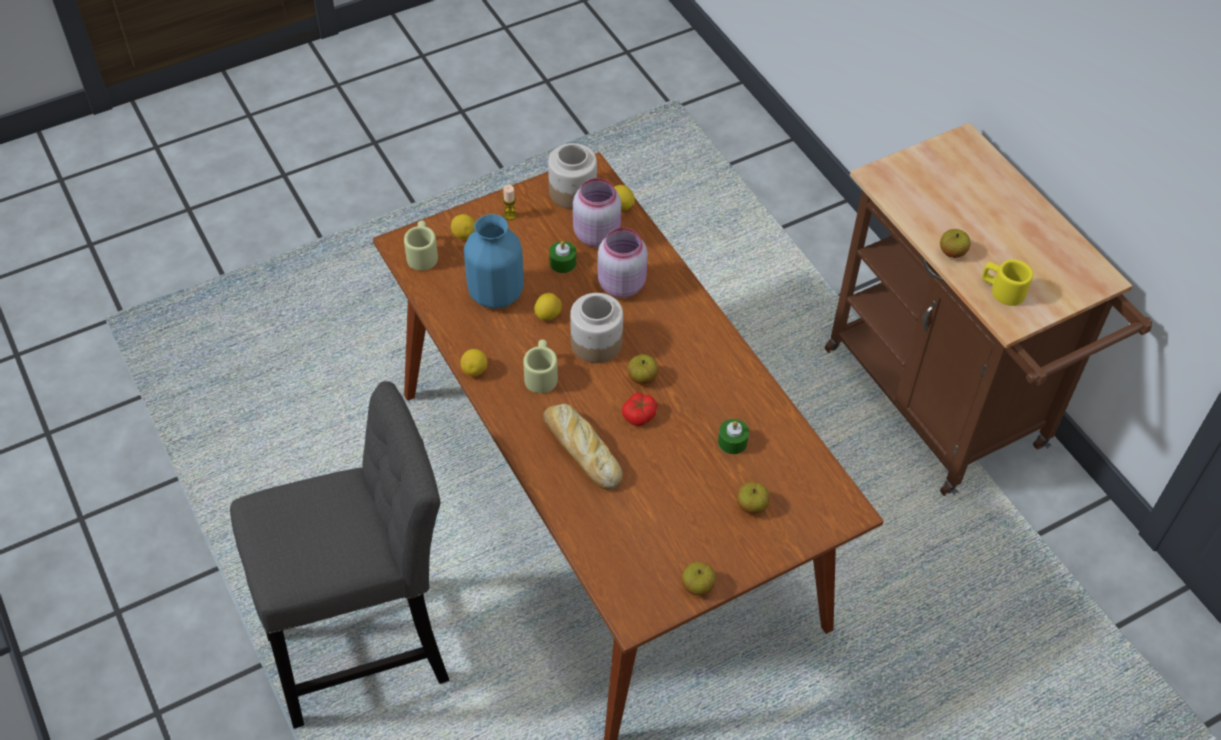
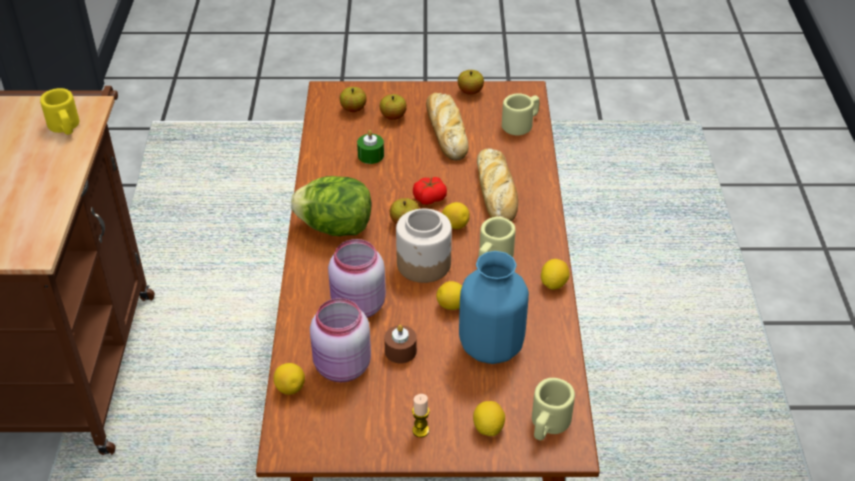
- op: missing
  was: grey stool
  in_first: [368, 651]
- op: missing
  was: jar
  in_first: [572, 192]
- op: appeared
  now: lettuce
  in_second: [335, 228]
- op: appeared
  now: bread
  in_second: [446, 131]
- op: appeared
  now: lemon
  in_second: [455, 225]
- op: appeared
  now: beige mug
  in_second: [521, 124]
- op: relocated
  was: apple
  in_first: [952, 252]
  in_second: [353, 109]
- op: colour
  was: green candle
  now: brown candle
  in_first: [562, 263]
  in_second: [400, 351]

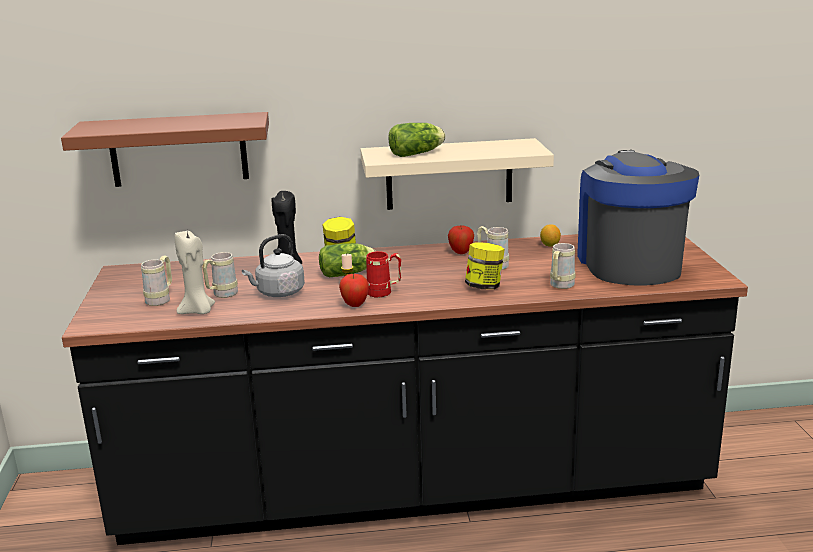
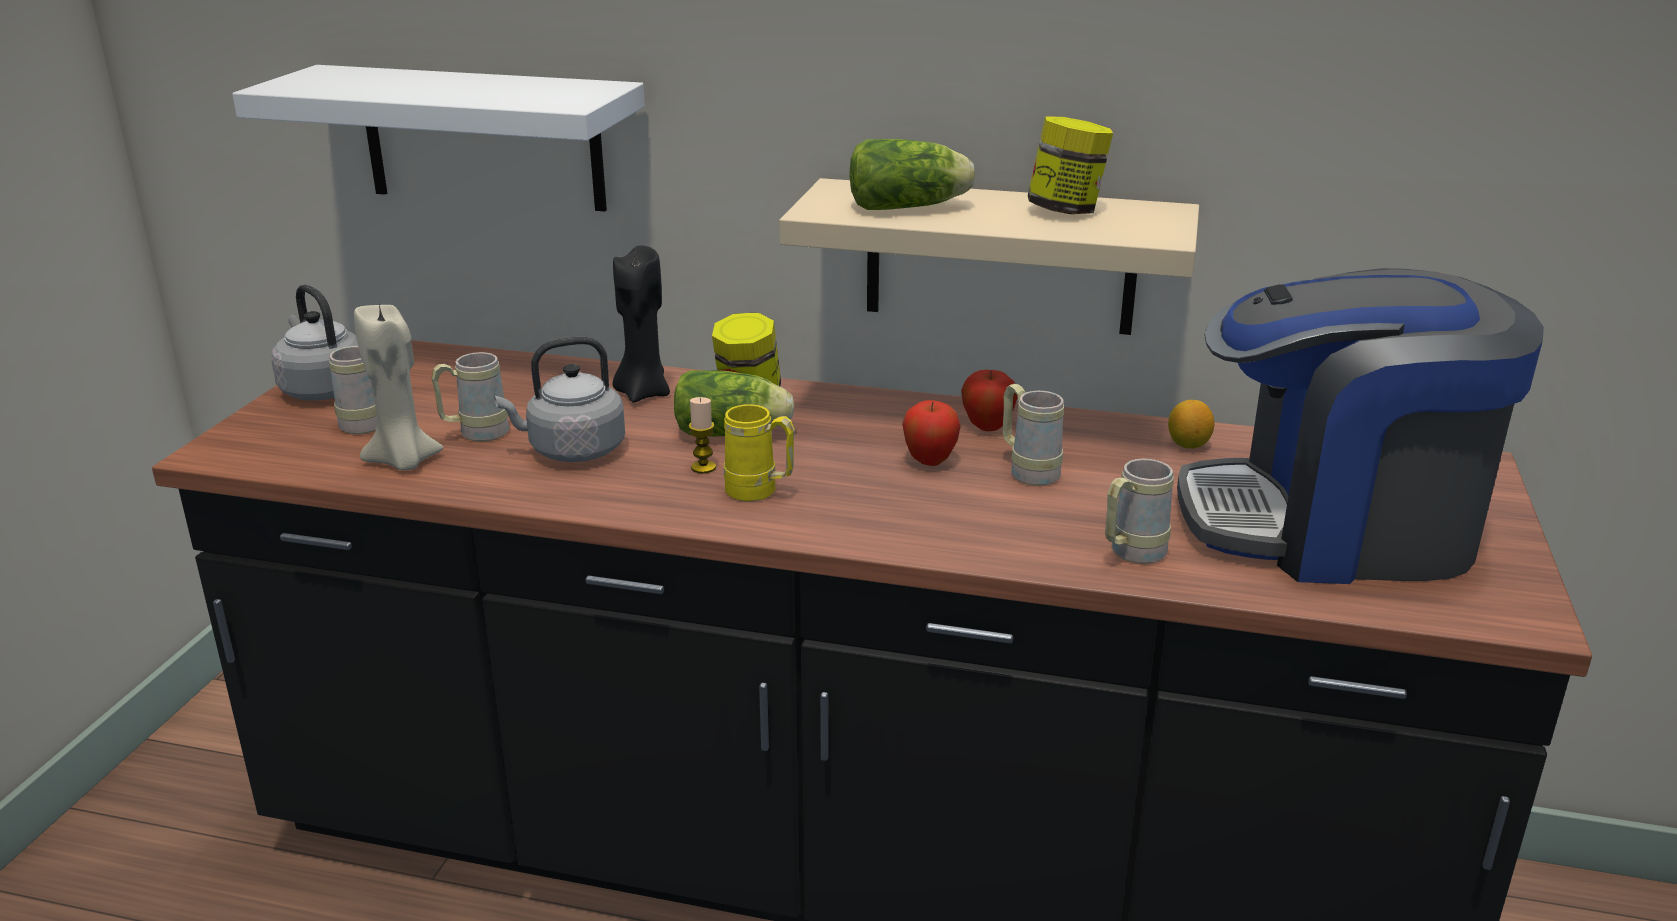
- op: appeared
  now: grey kettle
  in_second: [322, 389]
- op: relocated
  was: apple
  in_first: [355, 305]
  in_second: [930, 462]
- op: relocated
  was: jar
  in_first: [484, 286]
  in_second: [1066, 210]
- op: colour
  was: brown shelf
  now: white shelf
  in_first: [178, 149]
  in_second: [482, 138]
- op: colour
  was: red mug
  now: yellow mug
  in_first: [384, 293]
  in_second: [760, 493]
- op: spun
  was: coffee machine
  in_first: [629, 263]
  in_second: [1334, 527]
  clockwise: -105

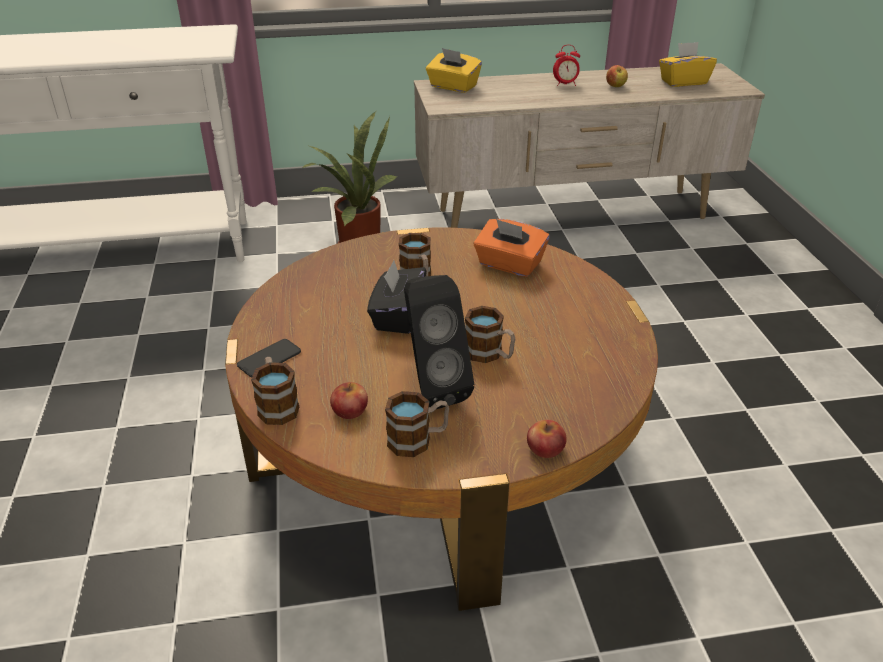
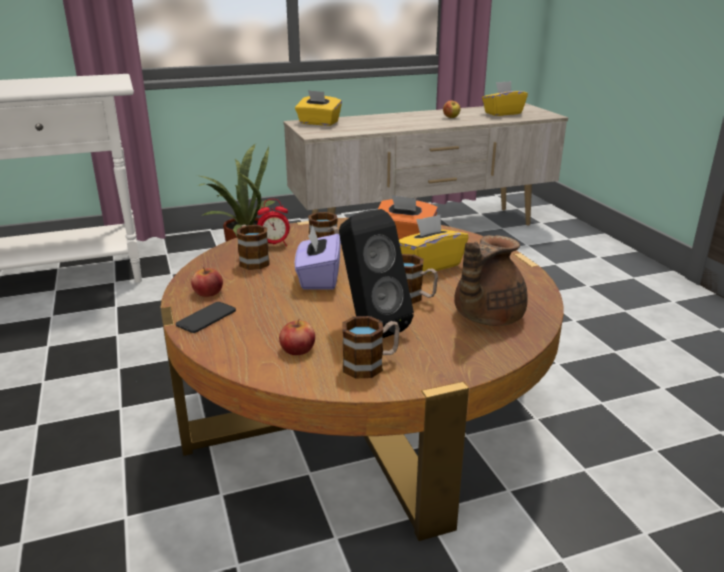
- op: appeared
  now: yellow tissue box
  in_second: [429, 265]
- op: appeared
  now: brown teapot
  in_second: [485, 316]
- op: relocated
  was: mug
  in_first: [277, 405]
  in_second: [252, 260]
- op: relocated
  was: apple
  in_first: [545, 448]
  in_second: [208, 292]
- op: relocated
  was: alarm clock
  in_first: [565, 84]
  in_second: [274, 244]
- op: colour
  was: black tissue box
  now: purple tissue box
  in_first: [398, 316]
  in_second: [318, 278]

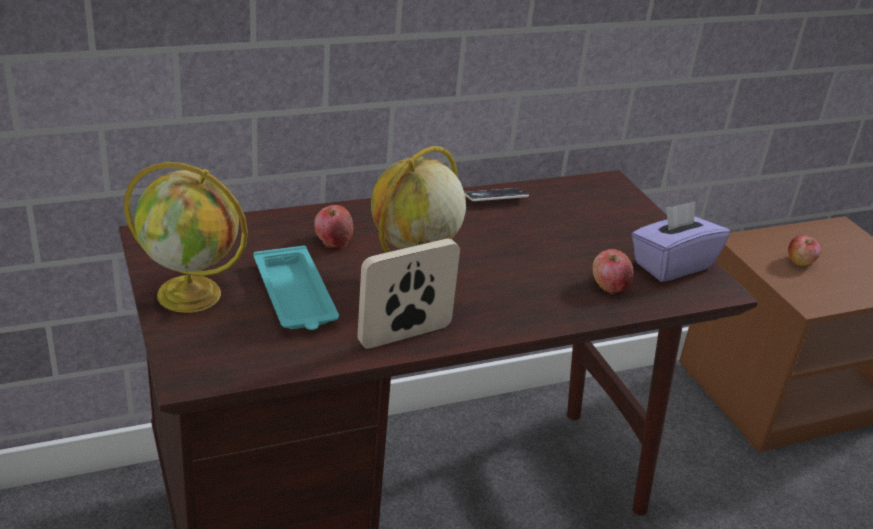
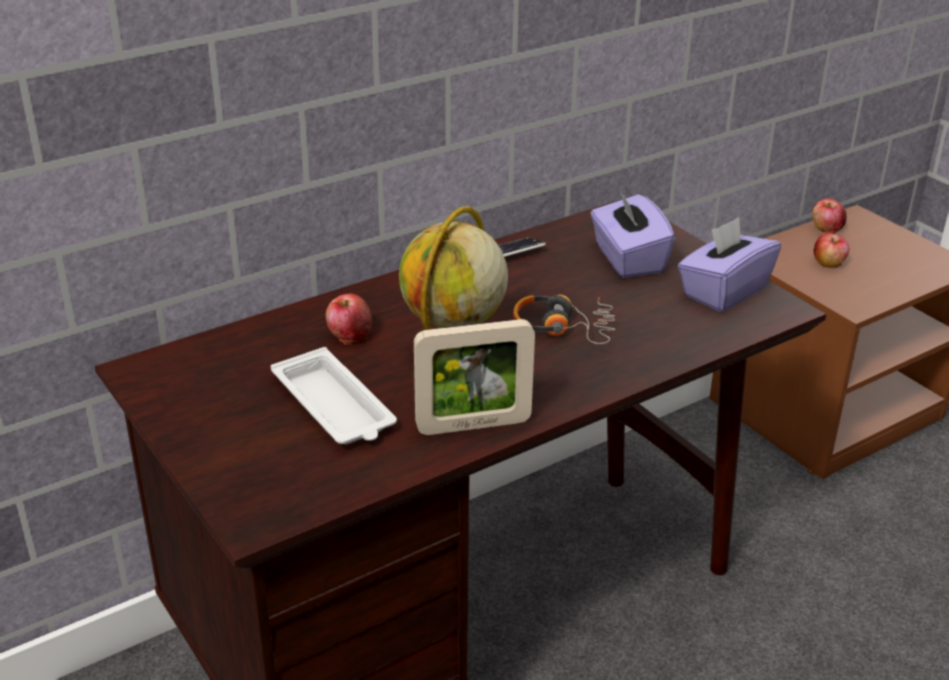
- op: missing
  was: globe
  in_first: [191, 294]
- op: appeared
  now: headphones
  in_second: [563, 327]
- op: appeared
  now: purple tissue box
  in_second: [627, 259]
- op: relocated
  was: apple
  in_first: [609, 285]
  in_second: [826, 228]
- op: colour
  was: turquoise tray
  now: white tray
  in_first: [295, 296]
  in_second: [334, 407]
- op: spun
  was: picture frame
  in_first: [404, 335]
  in_second: [473, 425]
  clockwise: -150

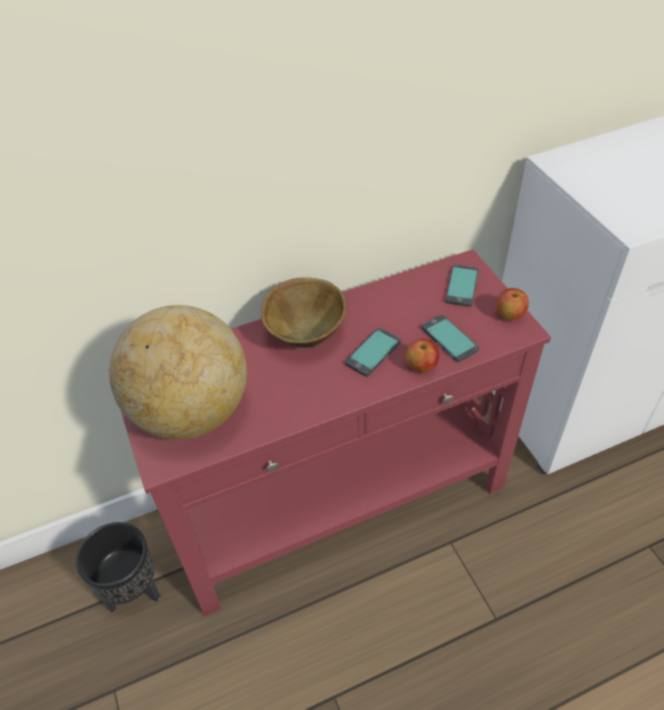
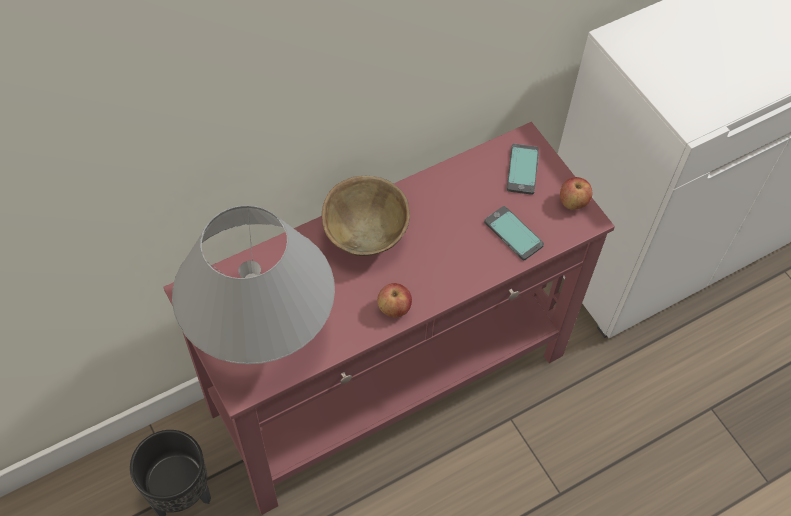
- op: missing
  was: phone
  in_first: [373, 353]
- op: relocated
  was: apple
  in_first: [421, 366]
  in_second: [394, 308]
- op: exchanged
  was: globe
  now: grey table lamp
  in_first: [191, 412]
  in_second: [261, 331]

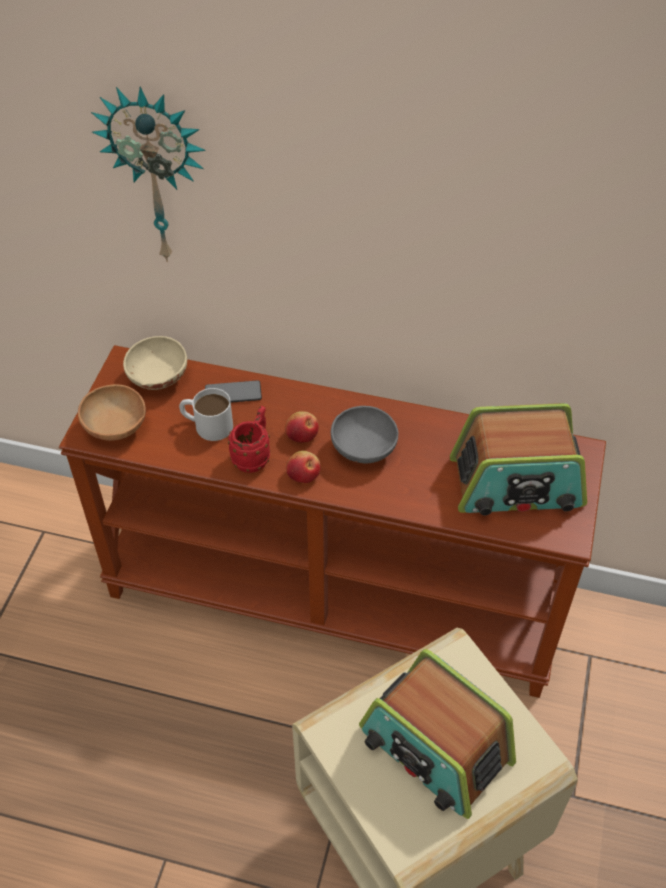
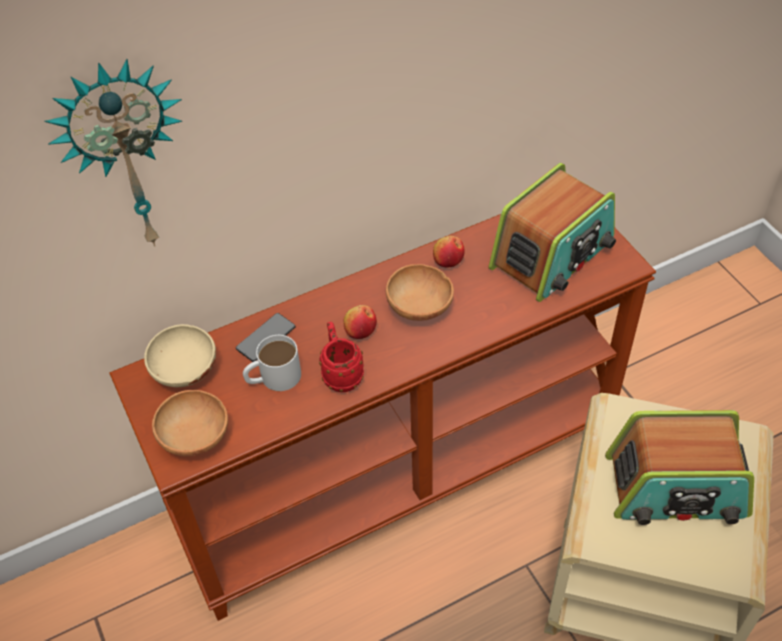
- op: relocated
  was: apple
  in_first: [303, 475]
  in_second: [448, 260]
- op: colour
  was: grey bowl
  now: brown bowl
  in_first: [364, 450]
  in_second: [421, 307]

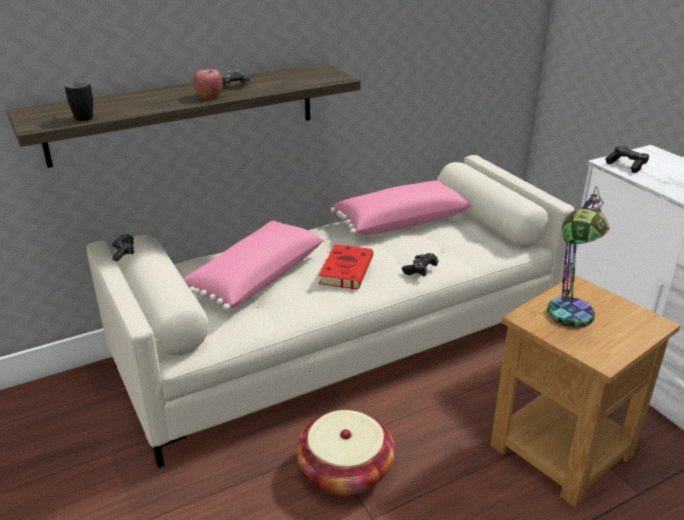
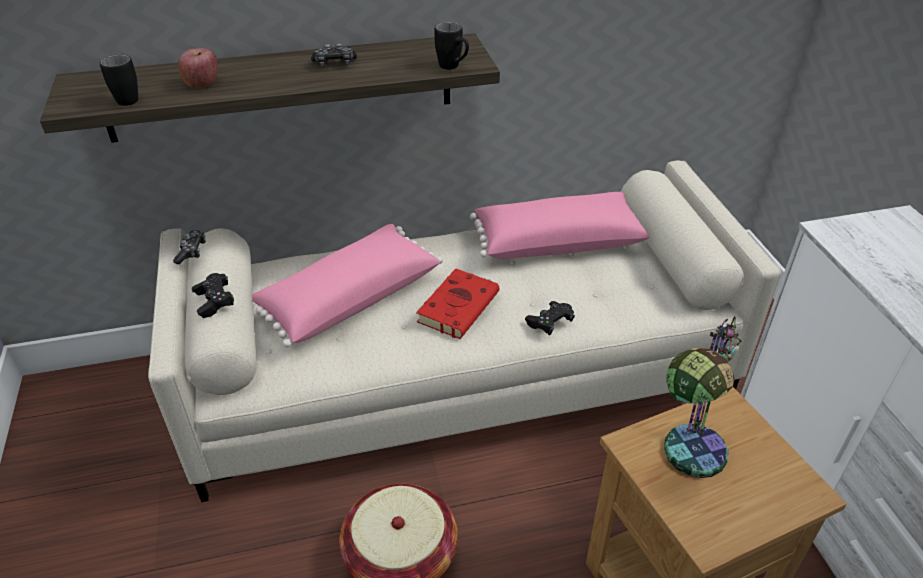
- op: appeared
  now: black mug
  in_second: [453, 67]
- op: relocated
  was: apple
  in_first: [209, 96]
  in_second: [202, 84]
- op: relocated
  was: black game controller
  in_first: [626, 165]
  in_second: [214, 301]

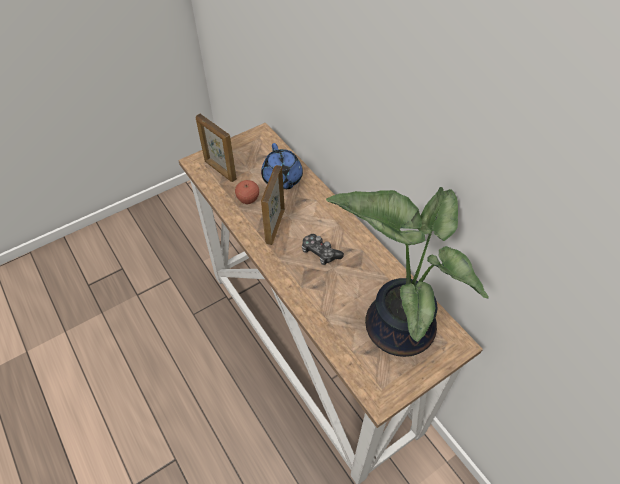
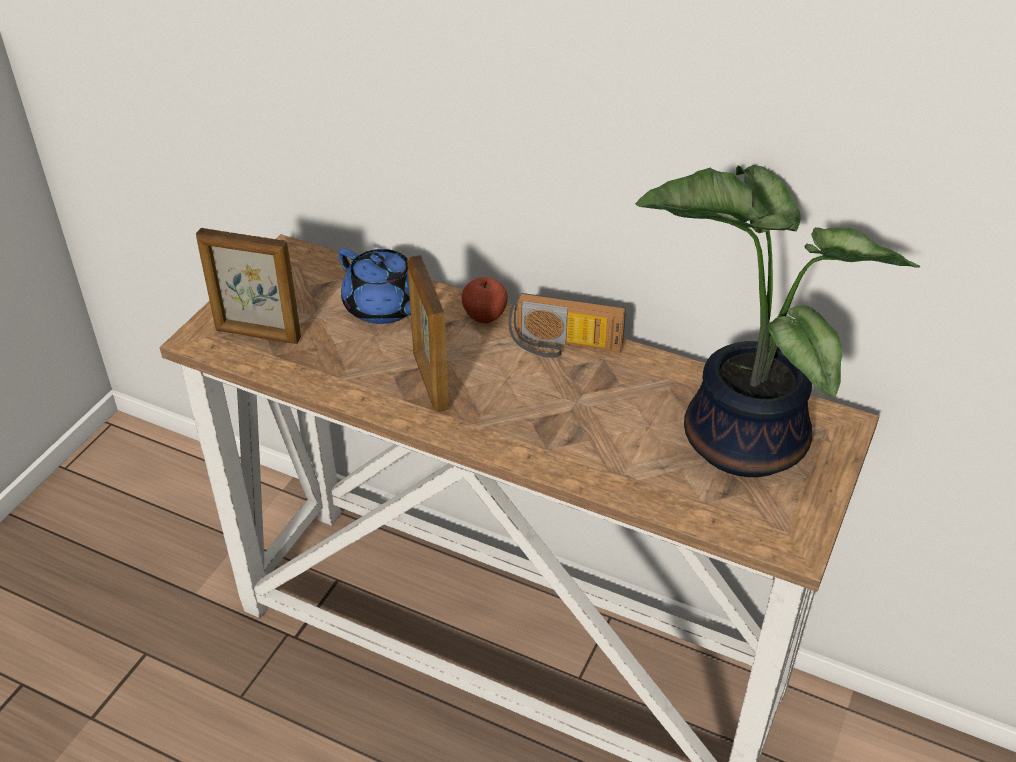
- op: missing
  was: game controller
  in_first: [320, 253]
- op: appeared
  now: radio
  in_second: [563, 347]
- op: relocated
  was: apple
  in_first: [248, 199]
  in_second: [485, 316]

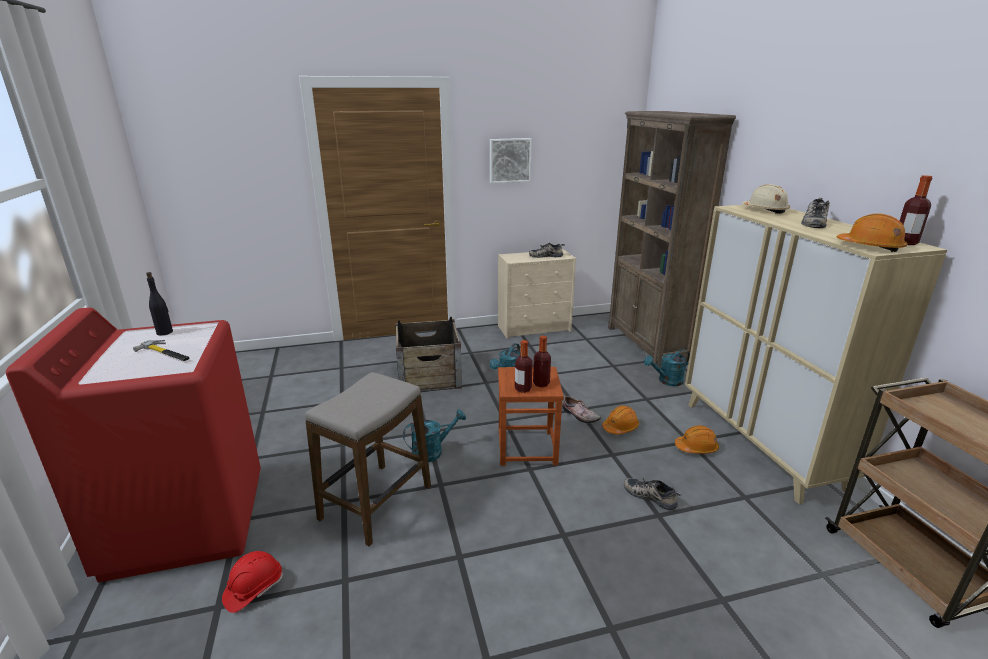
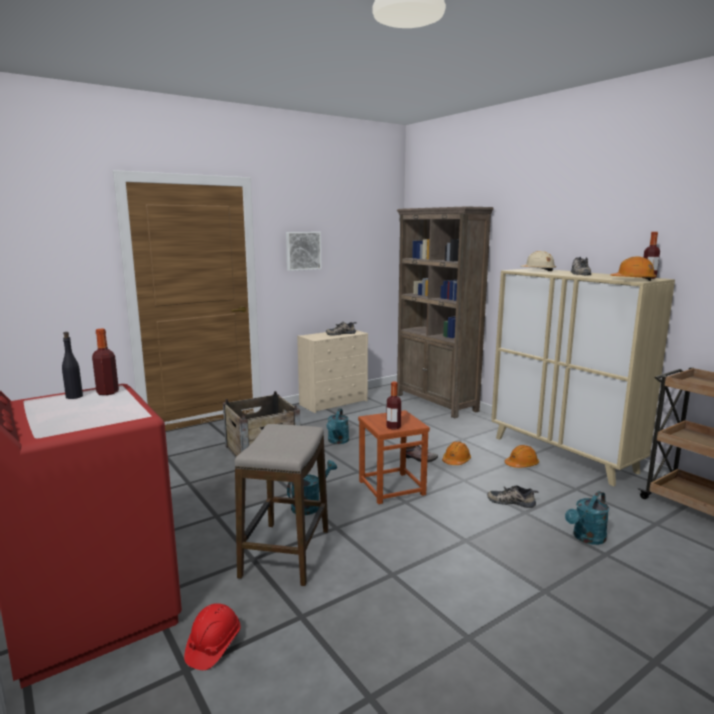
- op: missing
  was: hammer
  in_first: [166, 353]
- op: relocated
  was: bottle
  in_first: [541, 384]
  in_second: [107, 392]
- op: relocated
  was: turquoise watering can
  in_first: [667, 381]
  in_second: [586, 538]

